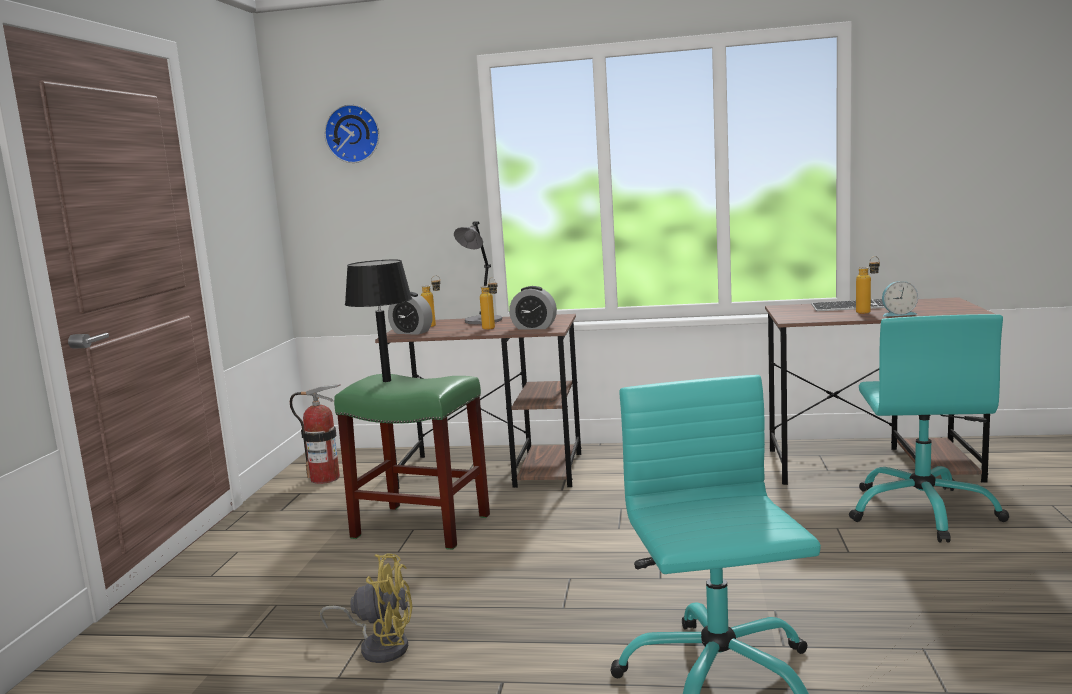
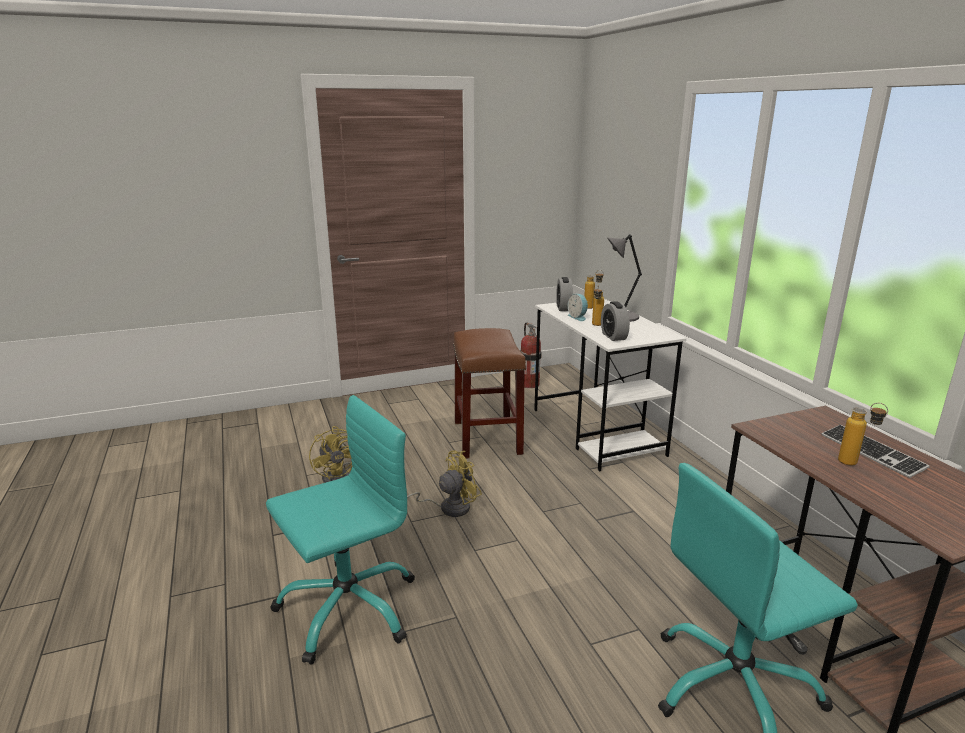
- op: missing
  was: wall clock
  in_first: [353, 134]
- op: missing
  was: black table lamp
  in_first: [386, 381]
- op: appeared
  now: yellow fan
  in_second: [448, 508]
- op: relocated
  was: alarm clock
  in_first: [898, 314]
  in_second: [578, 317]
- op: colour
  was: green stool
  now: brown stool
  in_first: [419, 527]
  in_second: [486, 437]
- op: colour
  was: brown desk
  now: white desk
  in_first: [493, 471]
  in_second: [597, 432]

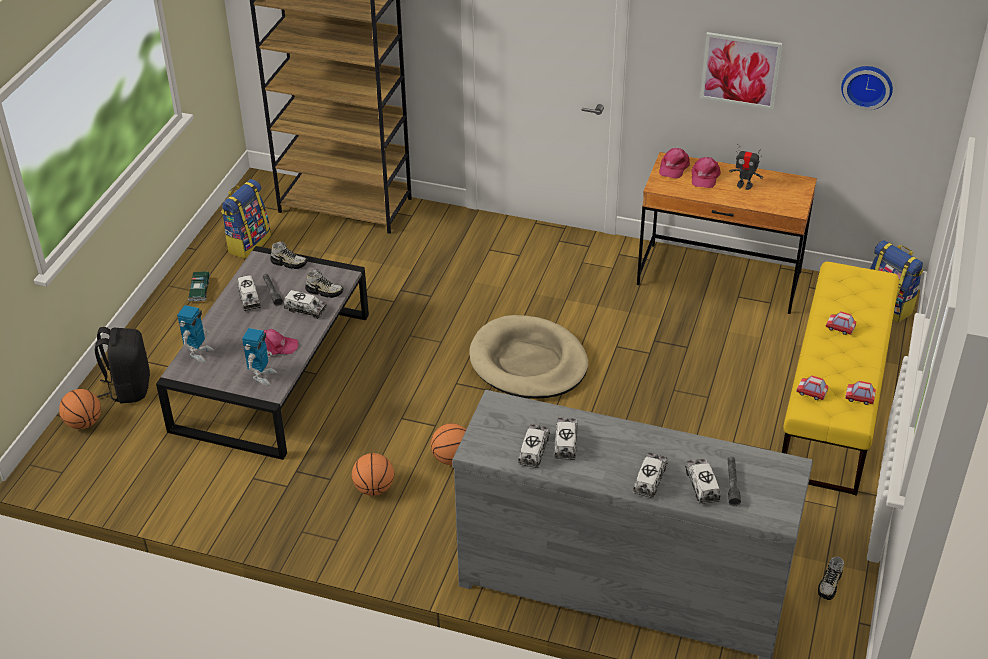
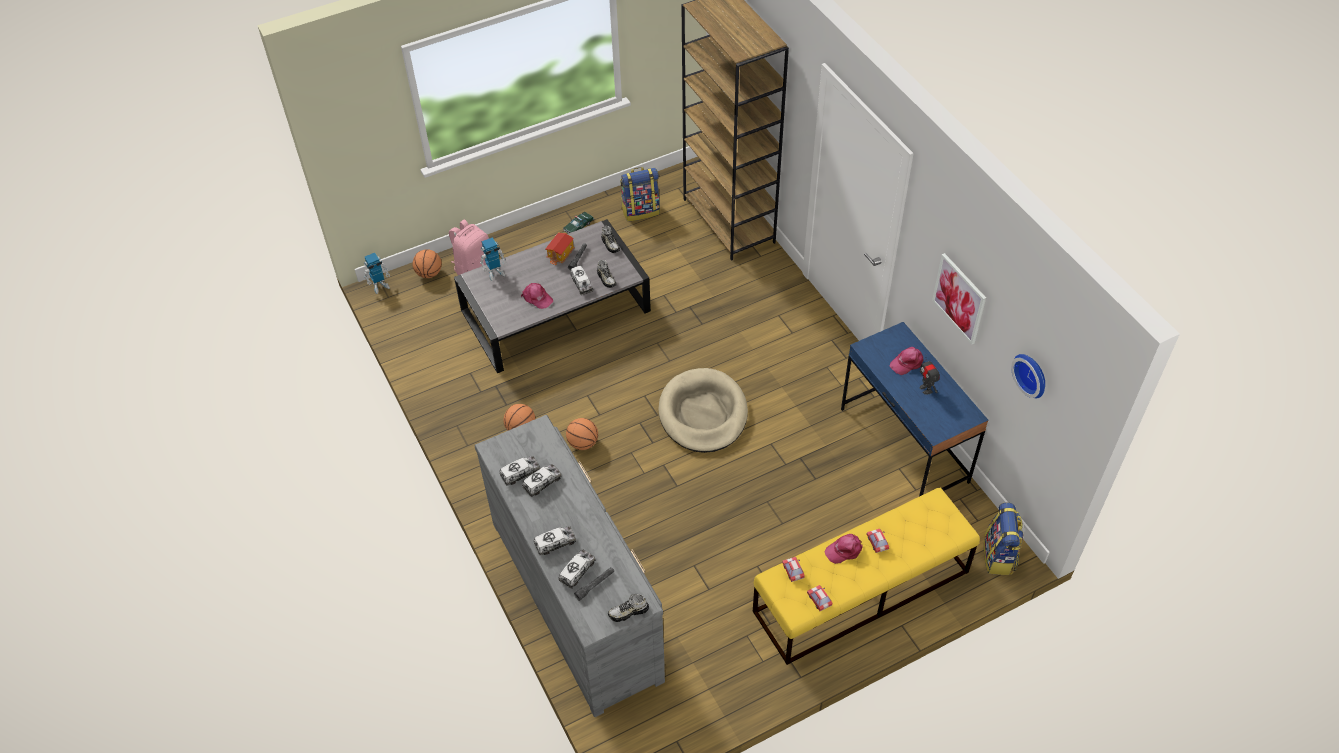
- op: relocated
  was: toy robot
  in_first: [262, 376]
  in_second: [380, 286]
- op: relocated
  was: pink cap
  in_first: [673, 167]
  in_second: [844, 550]
- op: relocated
  was: shoe
  in_first: [830, 585]
  in_second: [628, 612]
- op: exchanged
  was: toy truck
  now: toy house
  in_first: [249, 299]
  in_second: [561, 254]
- op: colour
  was: black backpack
  now: pink backpack
  in_first: [129, 388]
  in_second: [473, 267]
- op: colour
  was: brown desk
  now: blue desk
  in_first: [719, 278]
  in_second: [903, 445]

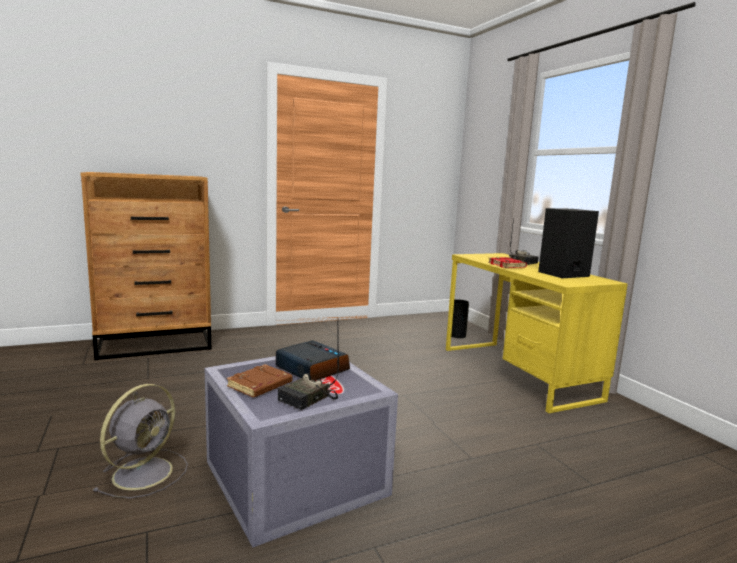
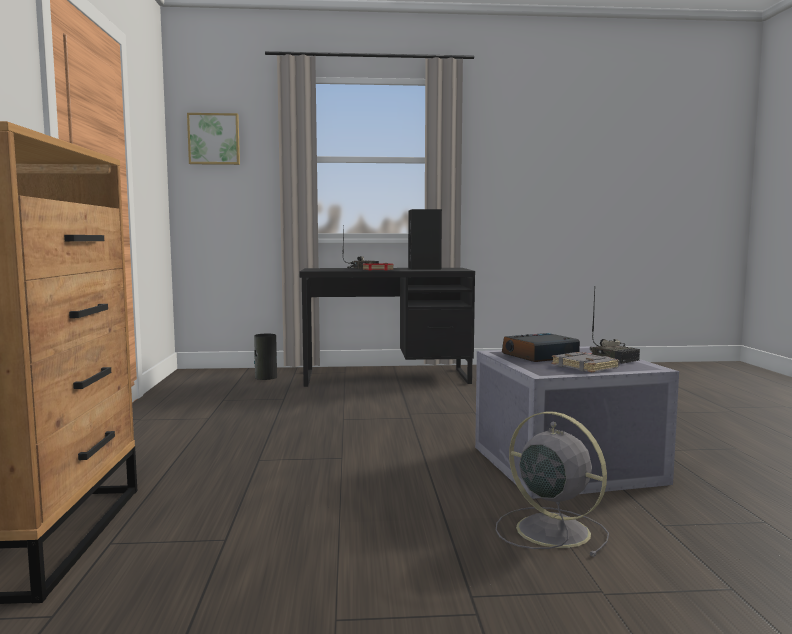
- op: appeared
  now: picture
  in_second: [214, 139]
- op: colour
  was: brown book
  now: grey book
  in_first: [260, 386]
  in_second: [586, 367]
- op: colour
  was: yellow desk
  now: black desk
  in_first: [516, 373]
  in_second: [387, 377]

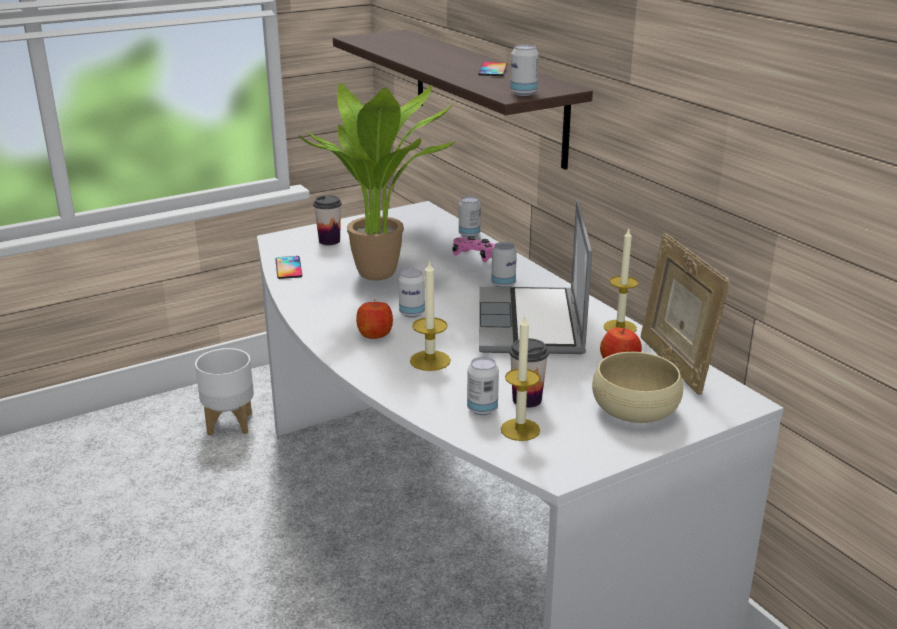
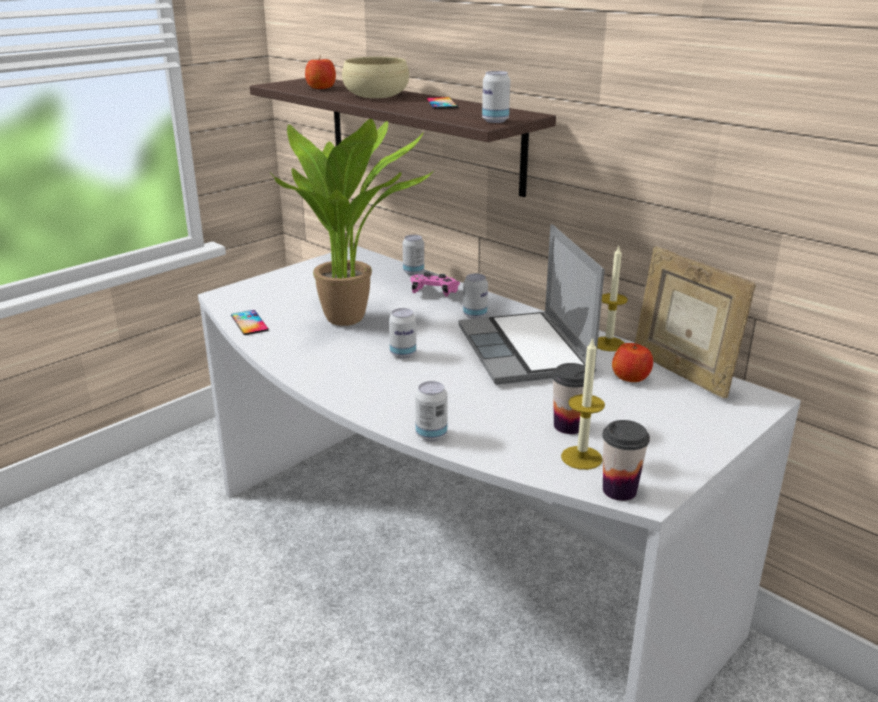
- op: missing
  was: white planter
  in_first: [230, 423]
- op: missing
  was: candle
  in_first: [430, 360]
- op: relocated
  was: cup
  in_first: [329, 241]
  in_second: [619, 490]
- op: relocated
  was: apple
  in_first: [375, 334]
  in_second: [321, 88]
- op: relocated
  was: can
  in_first: [482, 409]
  in_second: [431, 435]
- op: relocated
  was: beige bowl
  in_first: [635, 409]
  in_second: [376, 95]

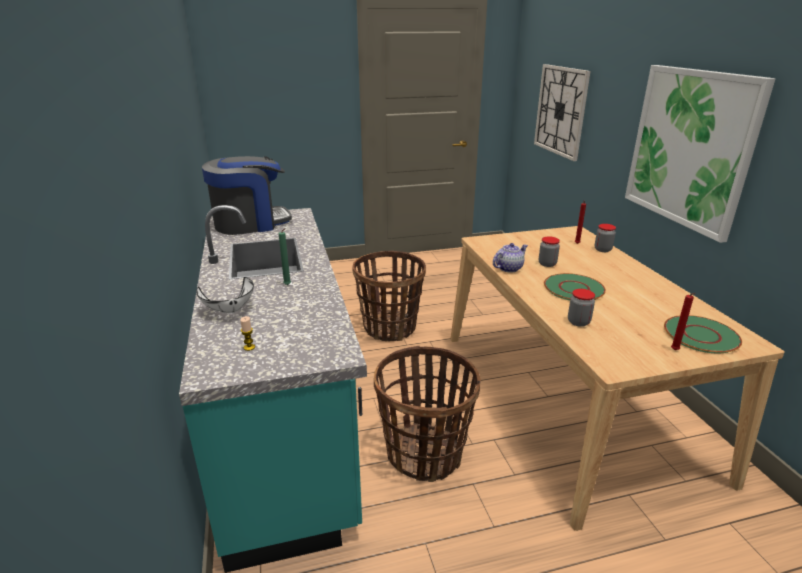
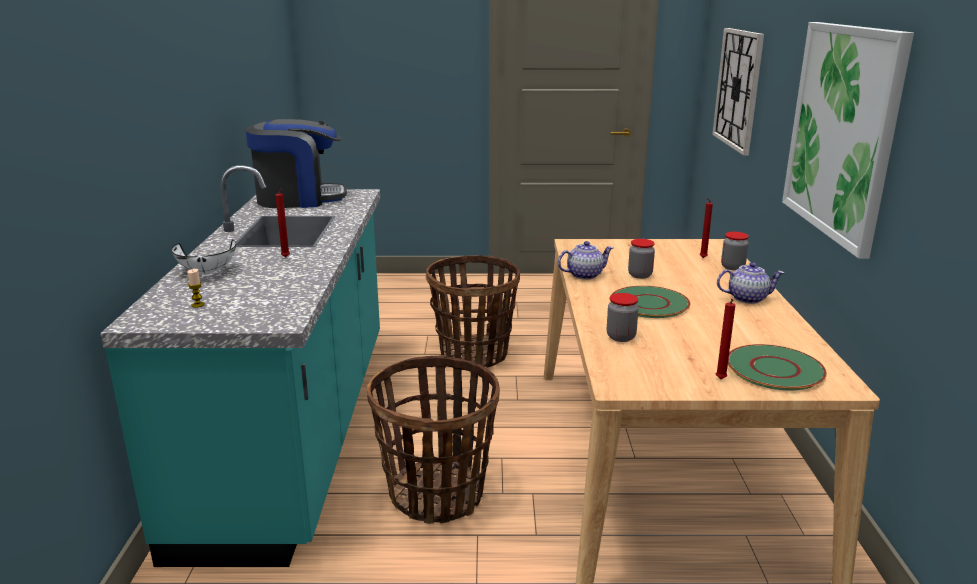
- op: appeared
  now: teapot
  in_second: [747, 298]
- op: colour
  was: green candle
  now: red candle
  in_first: [288, 285]
  in_second: [286, 257]

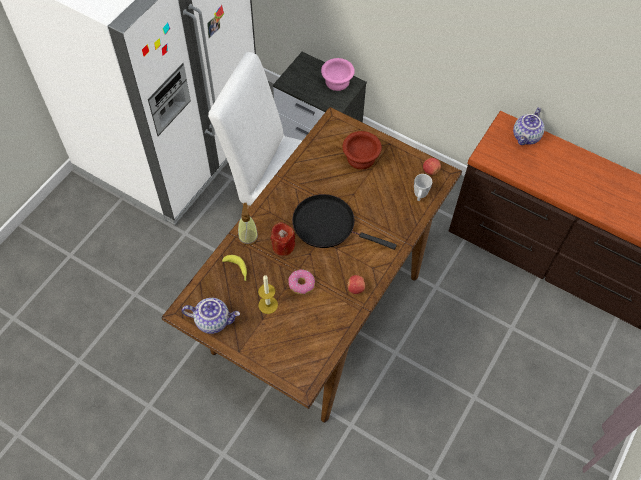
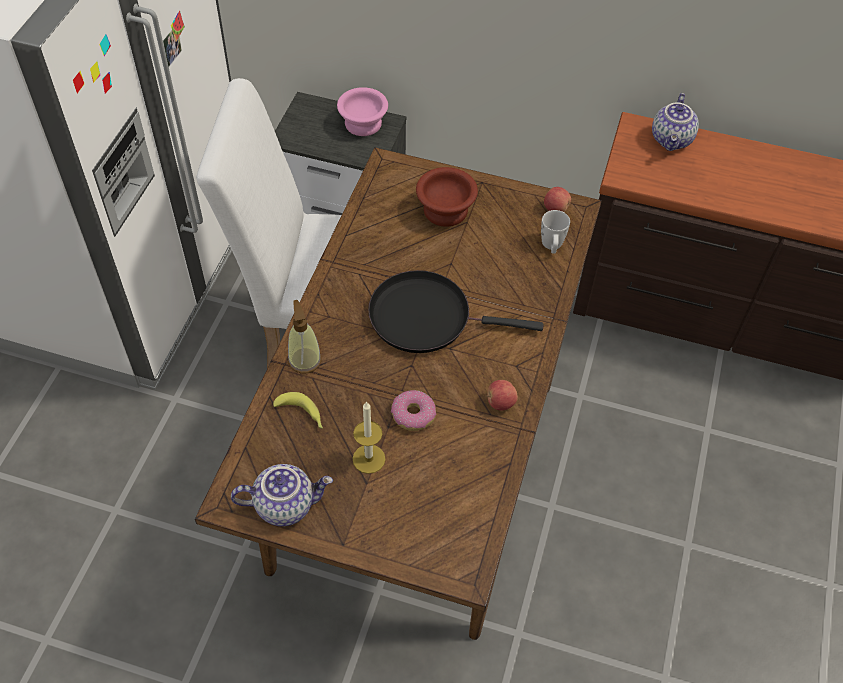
- op: missing
  was: red candle
  in_first: [283, 246]

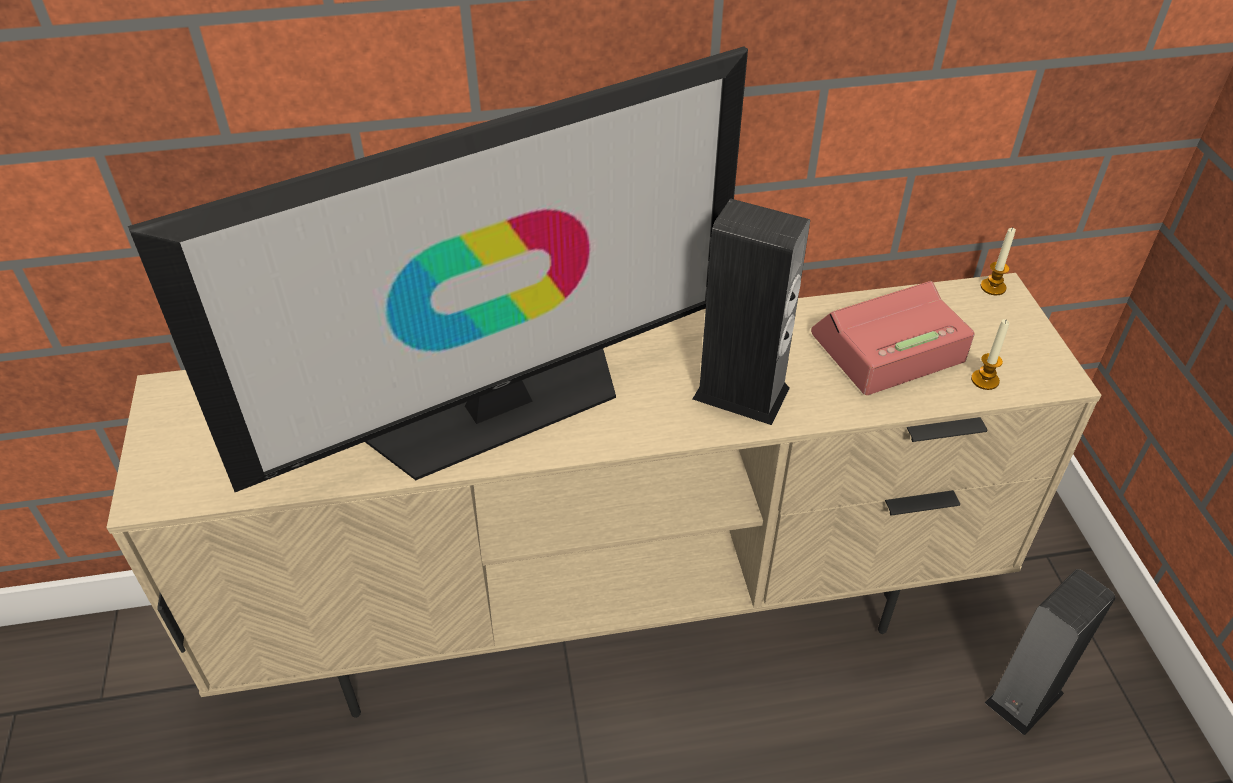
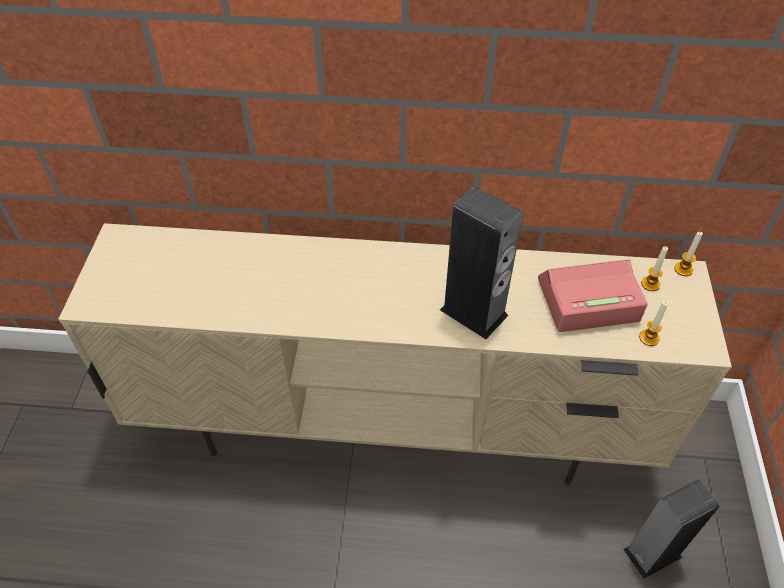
- op: missing
  was: television
  in_first: [499, 407]
- op: appeared
  now: candle
  in_second: [650, 284]

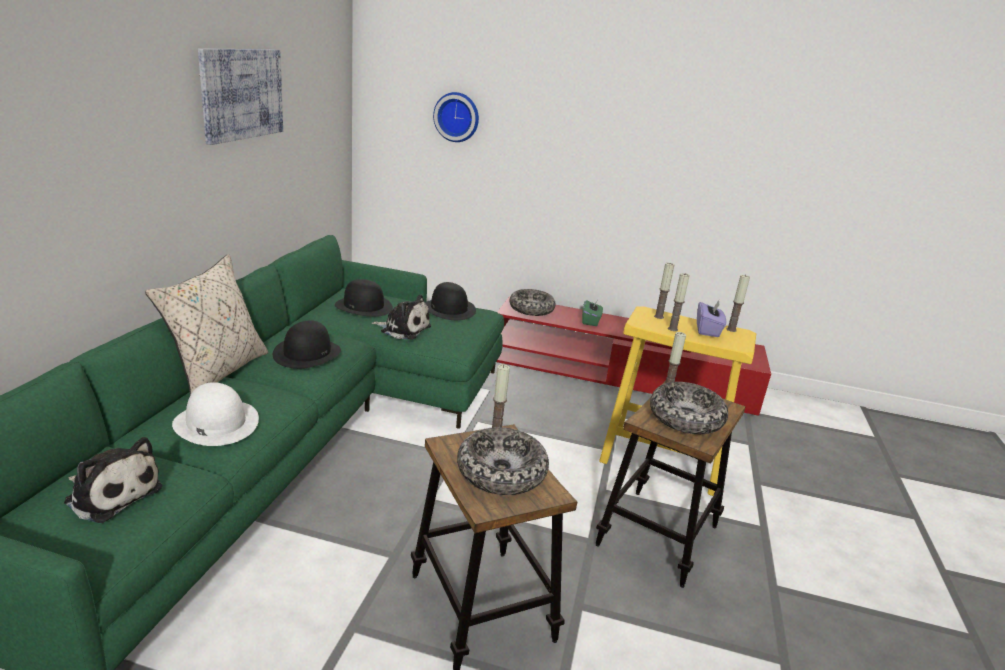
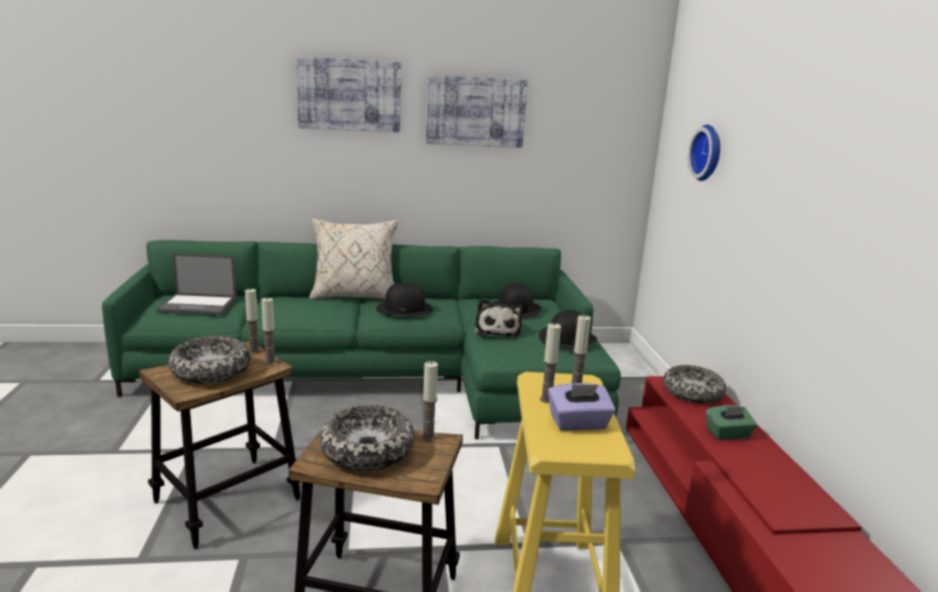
- op: missing
  was: white hat
  in_first: [216, 422]
- op: appeared
  now: picture
  in_second: [349, 95]
- op: relocated
  was: candle
  in_first: [731, 329]
  in_second: [254, 351]
- op: exchanged
  was: plush toy
  now: laptop
  in_first: [111, 493]
  in_second: [199, 305]

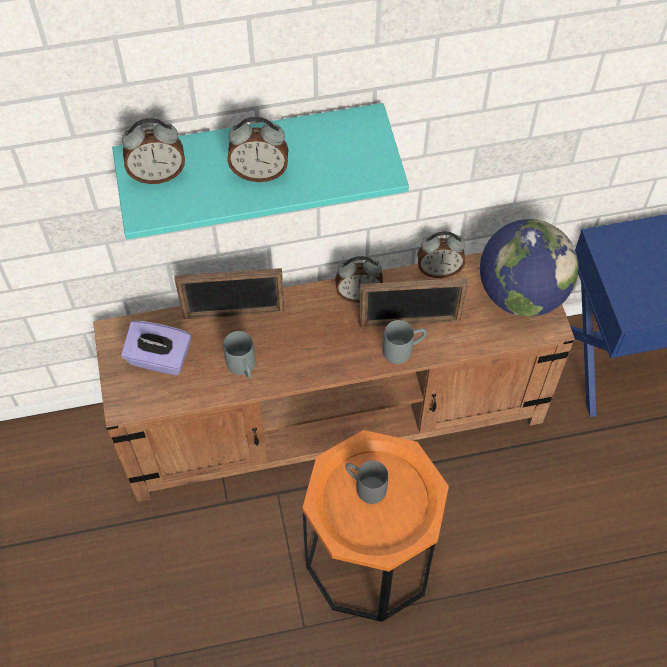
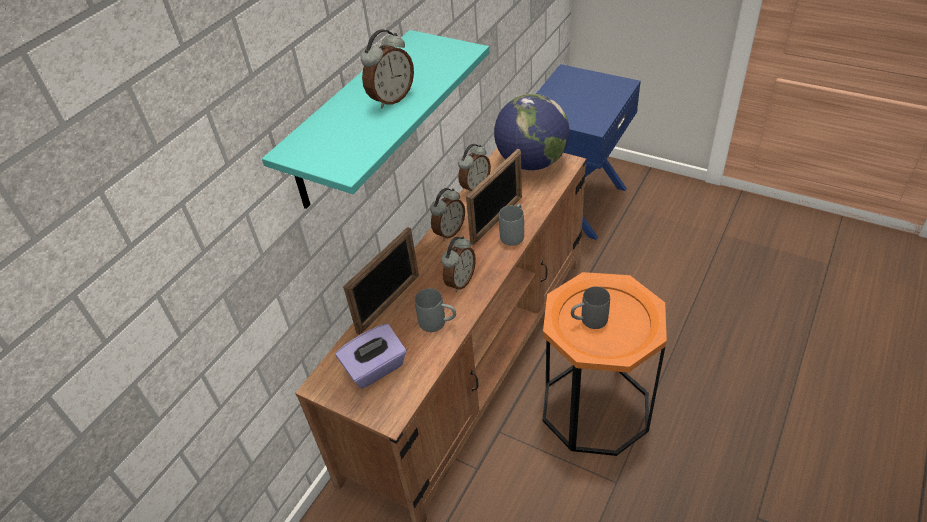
- op: relocated
  was: alarm clock
  in_first: [157, 174]
  in_second: [459, 281]

